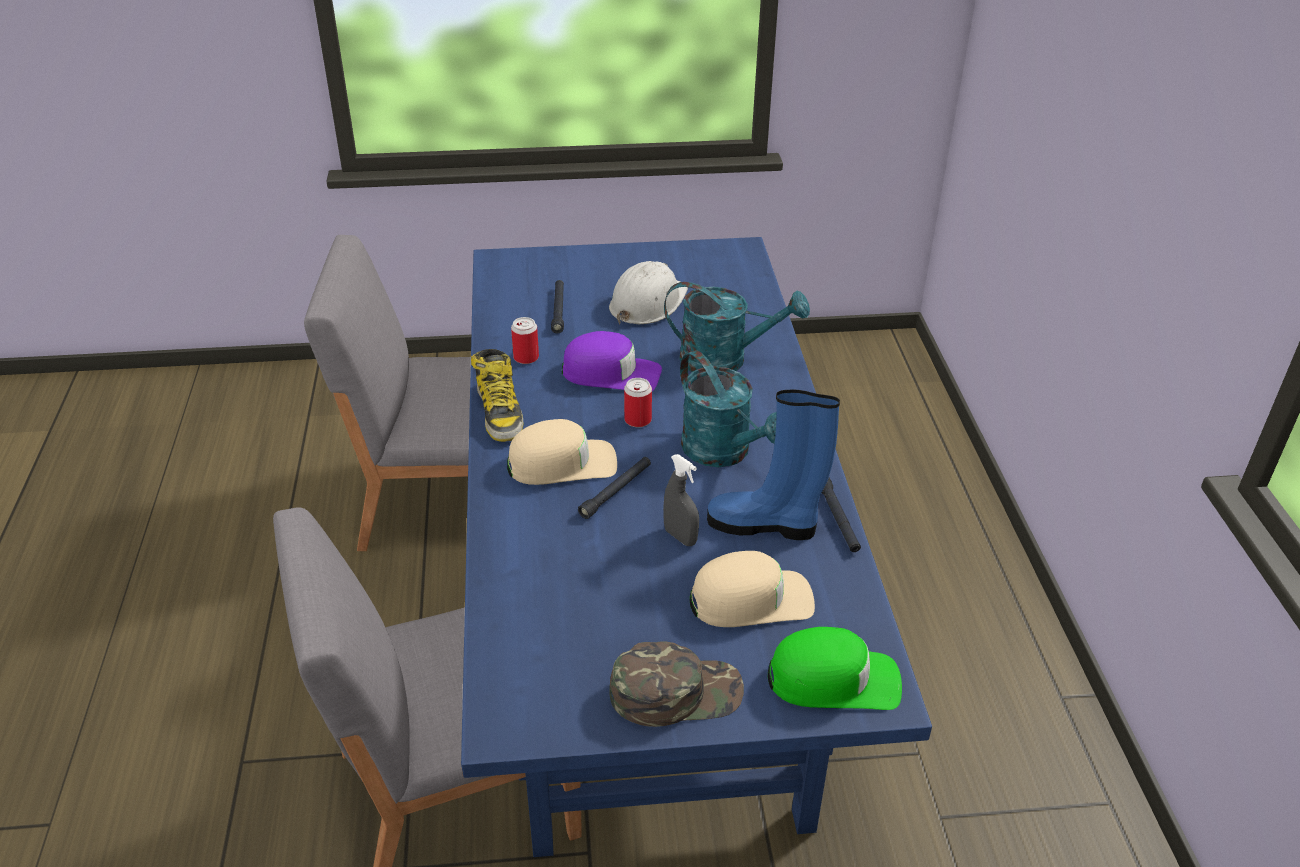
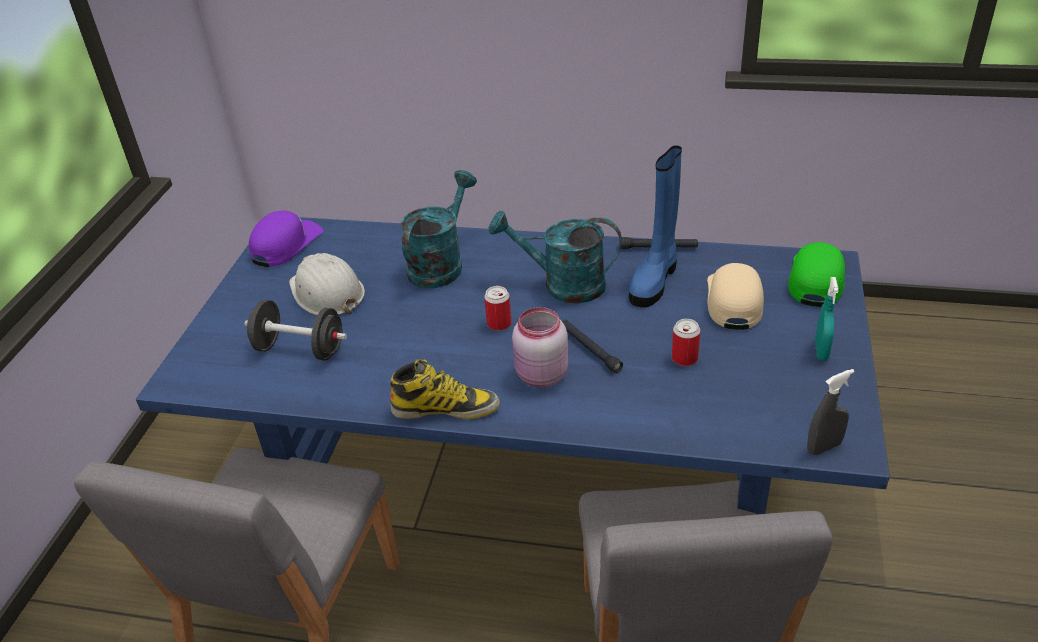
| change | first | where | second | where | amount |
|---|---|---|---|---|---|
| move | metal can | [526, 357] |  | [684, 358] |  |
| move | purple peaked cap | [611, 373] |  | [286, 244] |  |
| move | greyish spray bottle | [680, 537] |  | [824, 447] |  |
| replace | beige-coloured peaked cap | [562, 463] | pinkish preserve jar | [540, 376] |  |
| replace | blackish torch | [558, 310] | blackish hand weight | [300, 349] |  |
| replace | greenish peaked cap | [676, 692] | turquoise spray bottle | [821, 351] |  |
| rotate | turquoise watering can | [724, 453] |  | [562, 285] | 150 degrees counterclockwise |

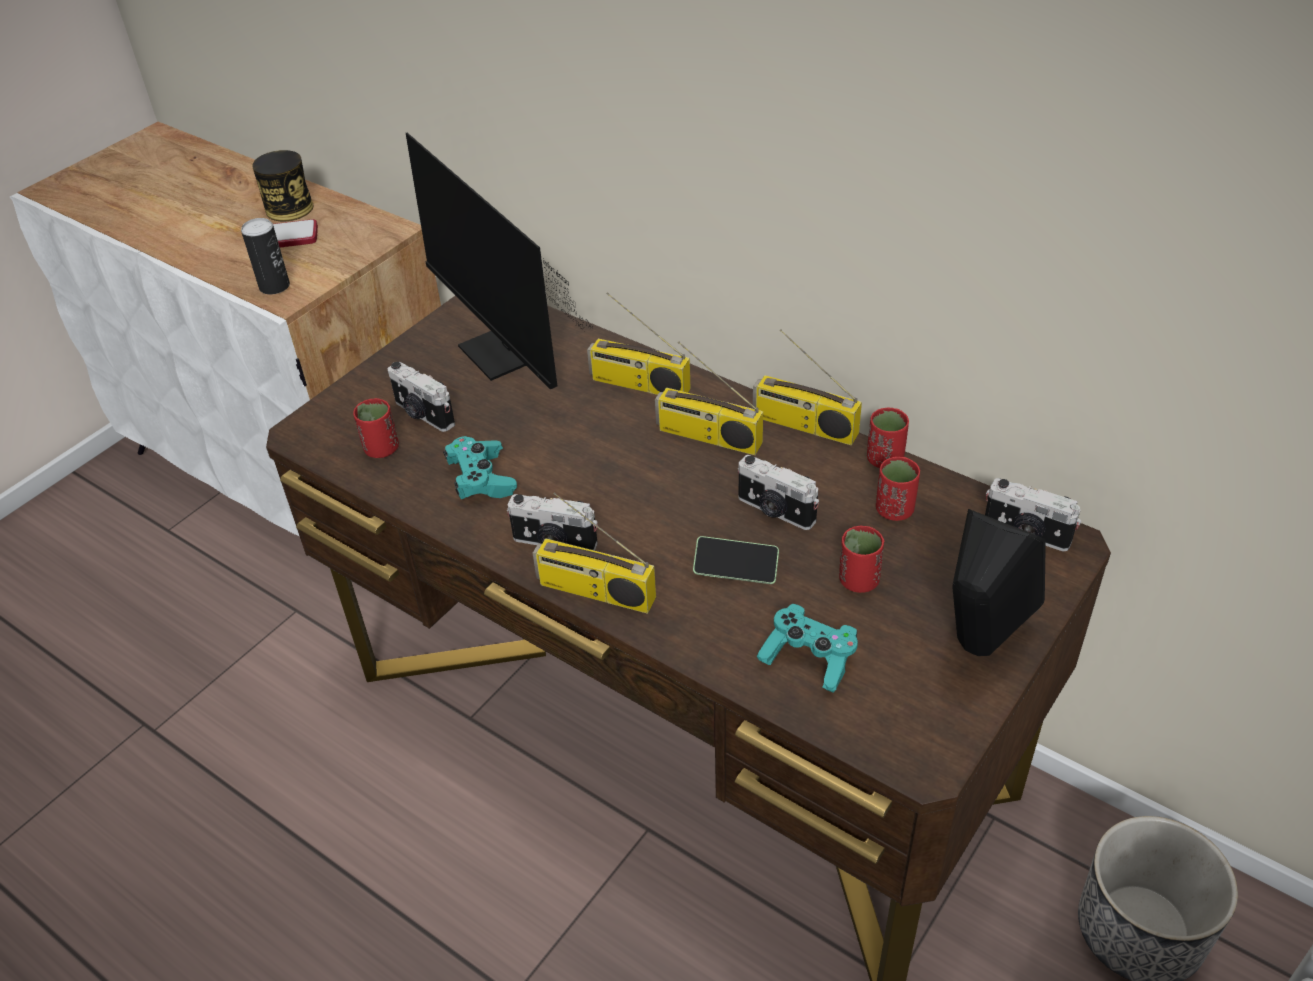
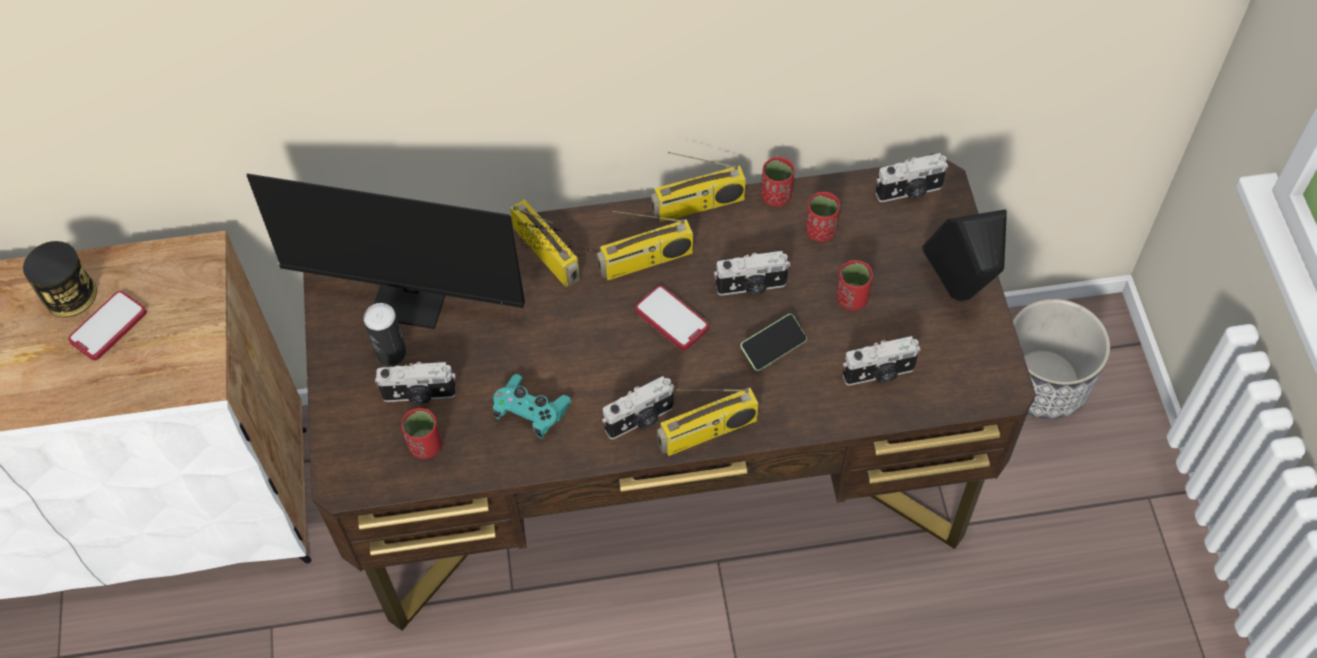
| change | first | where | second | where | amount |
|---|---|---|---|---|---|
| insert |  |  | handset | [671, 319] |  |
| move | metal can | [274, 286] |  | [391, 353] |  |
| replace | turquoise joypad | [809, 658] | still camera | [879, 374] |  |
| rotate | radio | [638, 385] |  | [548, 253] | 105 degrees counterclockwise |

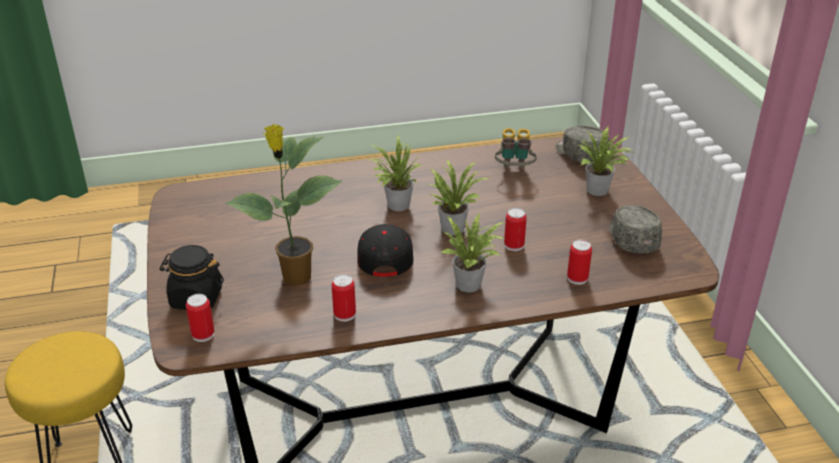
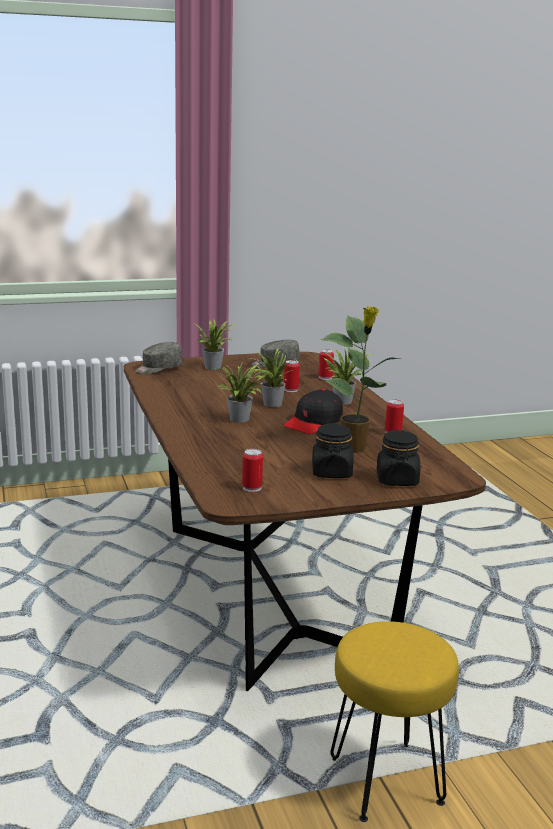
| change | first | where | second | where | amount |
|---|---|---|---|---|---|
| delete | binoculars | [514, 172] |  |  |  |
| insert |  |  | blackish preserve jar | [332, 472] |  |
| move | metal can | [203, 334] |  | [252, 488] |  |
| rotate | blackish peaked cap | [385, 255] |  | [314, 423] | 45 degrees counterclockwise |

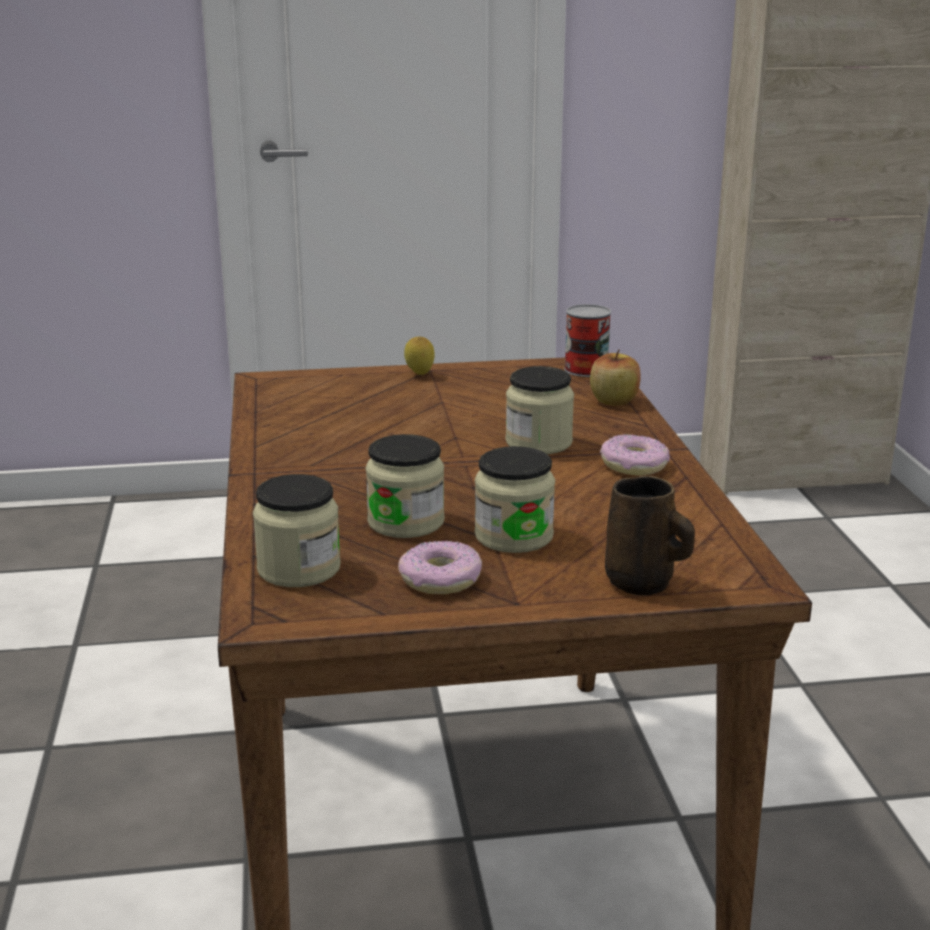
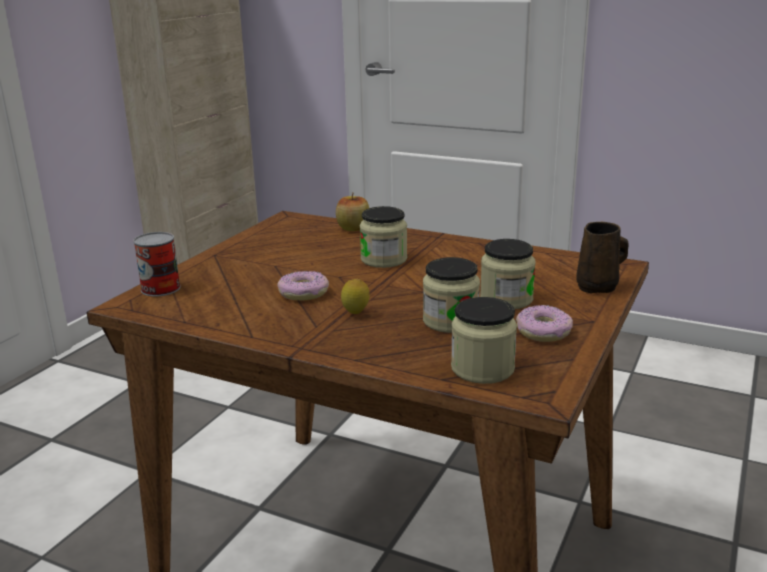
| change | first | where | second | where | amount |
|---|---|---|---|---|---|
| move | citrus fruit | [419, 375] |  | [356, 314] |  |
| move | metal can | [586, 369] |  | [160, 288] |  |
| move | donut | [634, 465] |  | [303, 293] |  |

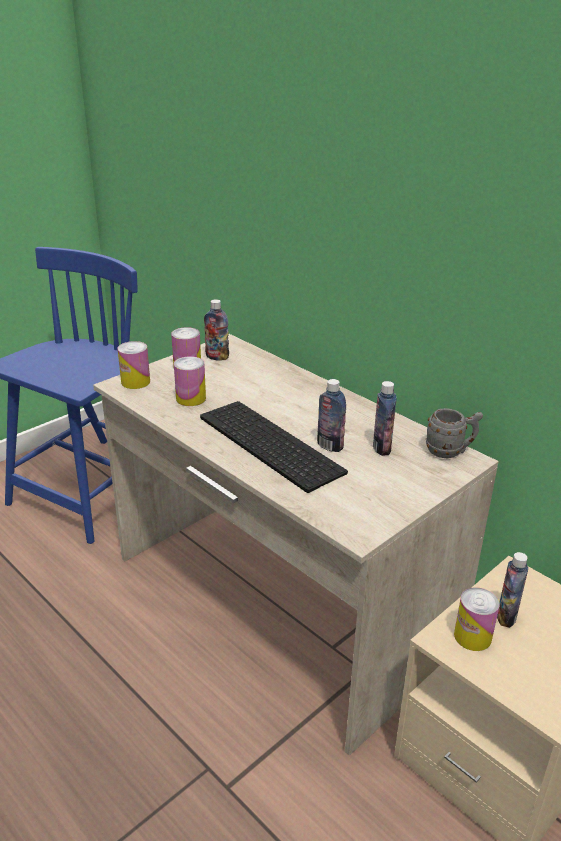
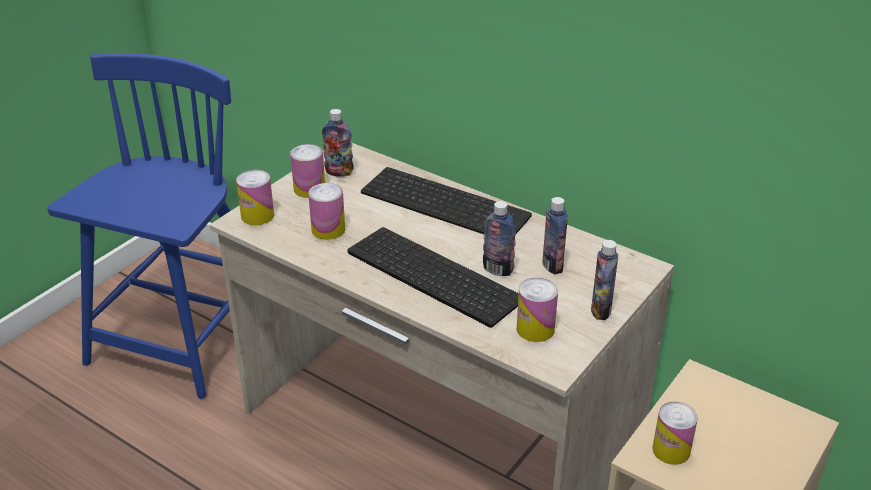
| change | first | where | second | where | amount |
|---|---|---|---|---|---|
| delete | greyish mug | [450, 451] |  |  |  |
| insert |  |  | PC keyboard | [448, 203] |  |
| insert |  |  | metal can | [535, 329] |  |
| move | bottle | [506, 617] |  | [601, 310] |  |

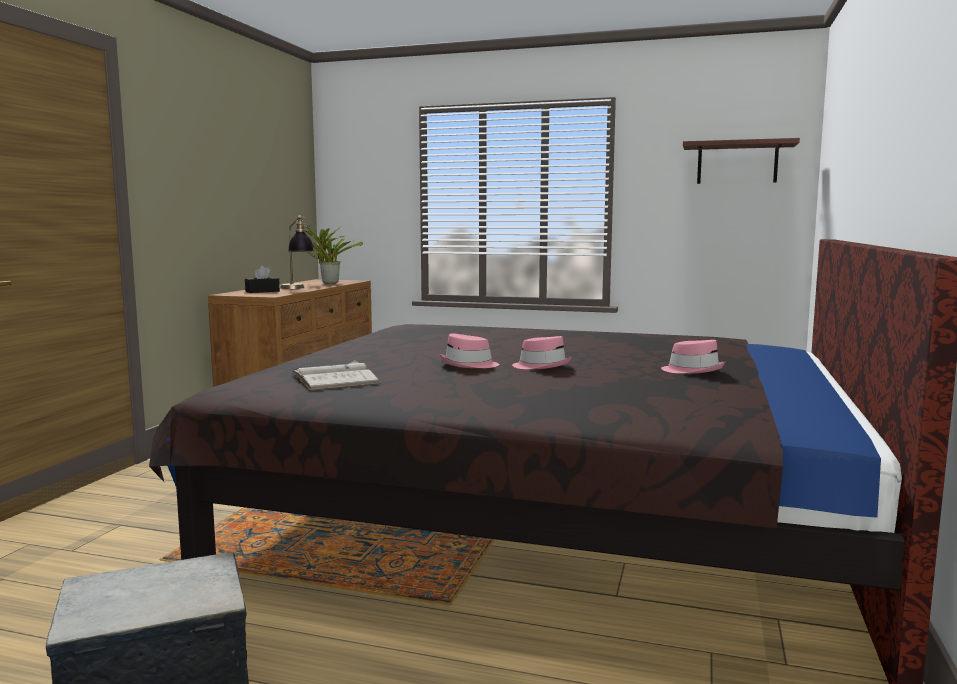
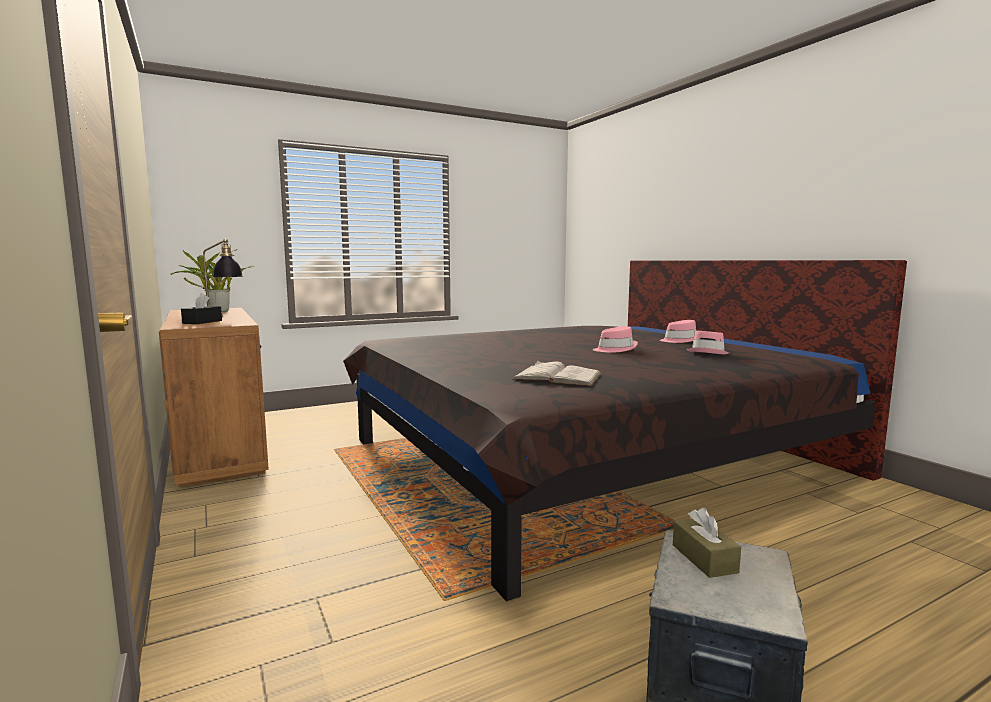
| change | first | where | second | where | amount |
|---|---|---|---|---|---|
| delete | bracket shelf | [737, 163] |  |  |  |
| insert |  |  | brown-coloured box of tissues | [704, 558] |  |
| move | pinkish hat | [469, 365] |  | [708, 353] |  |

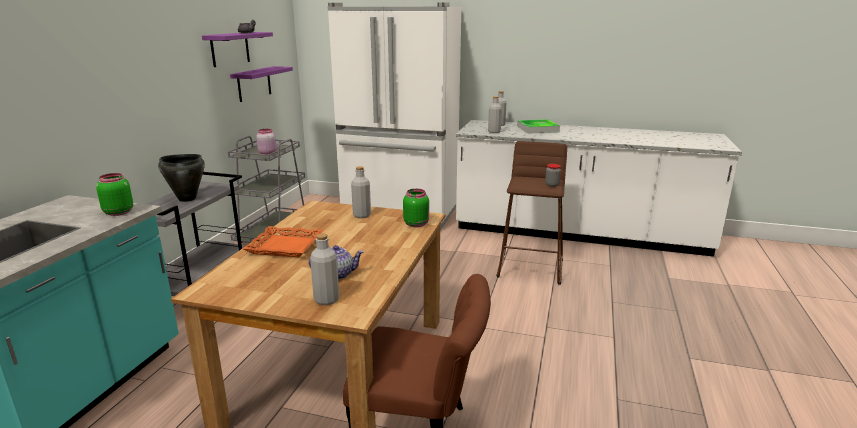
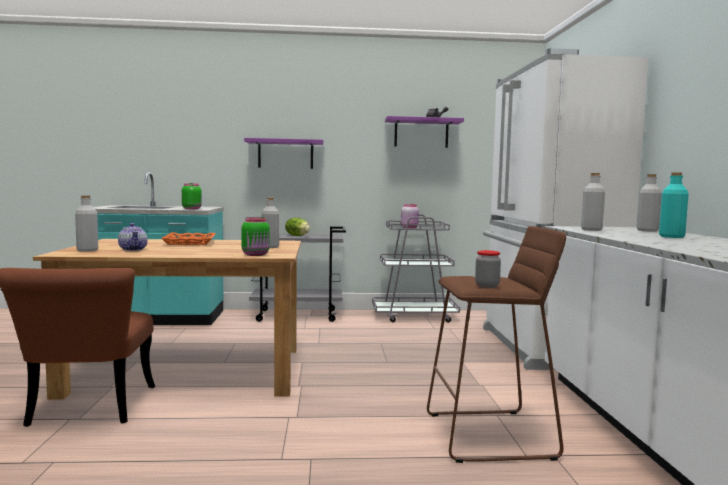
| change | first | where | second | where | amount |
|---|---|---|---|---|---|
| move | purple bracket shelf | [254, 84] |  | [285, 154] |  |
| replace | blackish saucepot | [187, 199] | lettuce | [297, 236] |  |
| replace | carrying tray | [538, 129] | turquoise bottle | [671, 237] |  |

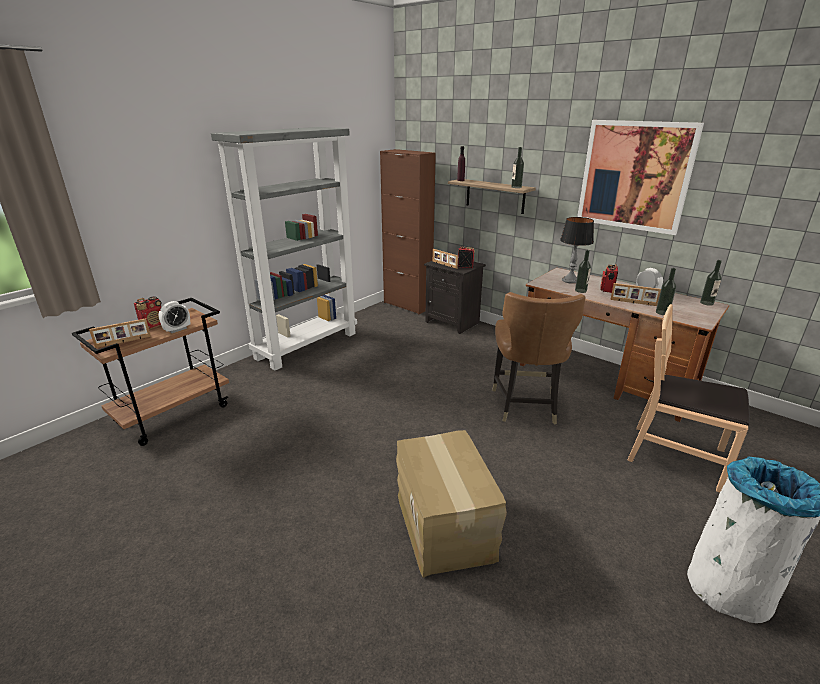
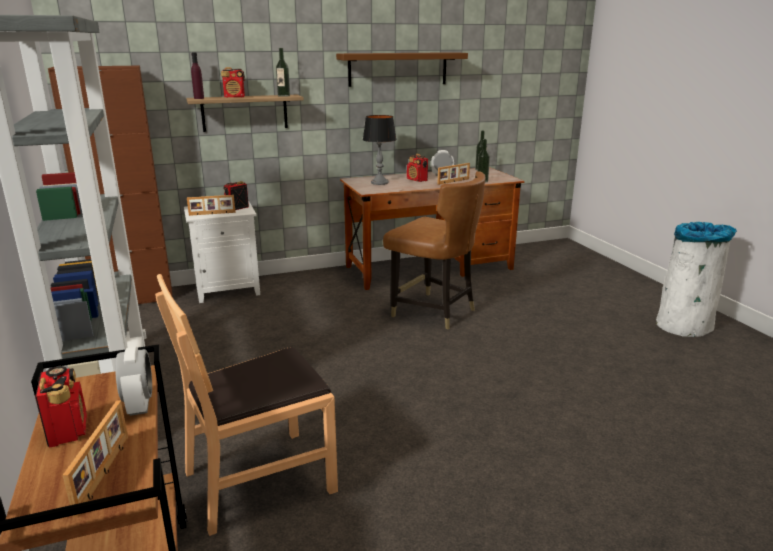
| change | first | where | second | where | amount |
|---|---|---|---|---|---|
| delete | packing box | [445, 525] |  |  |  |
| delete | bottle | [580, 290] |  |  |  |
| insert |  |  | radio | [234, 97] |  |
| move | brown-coloured upright chair | [677, 456] |  | [259, 479] |  |
| replace | wall art | [634, 176] | brown-coloured bracket shelf | [398, 69] |  |
| recolor | blackish night table | [453, 322] | white-coloured night table | [228, 289] |  |

